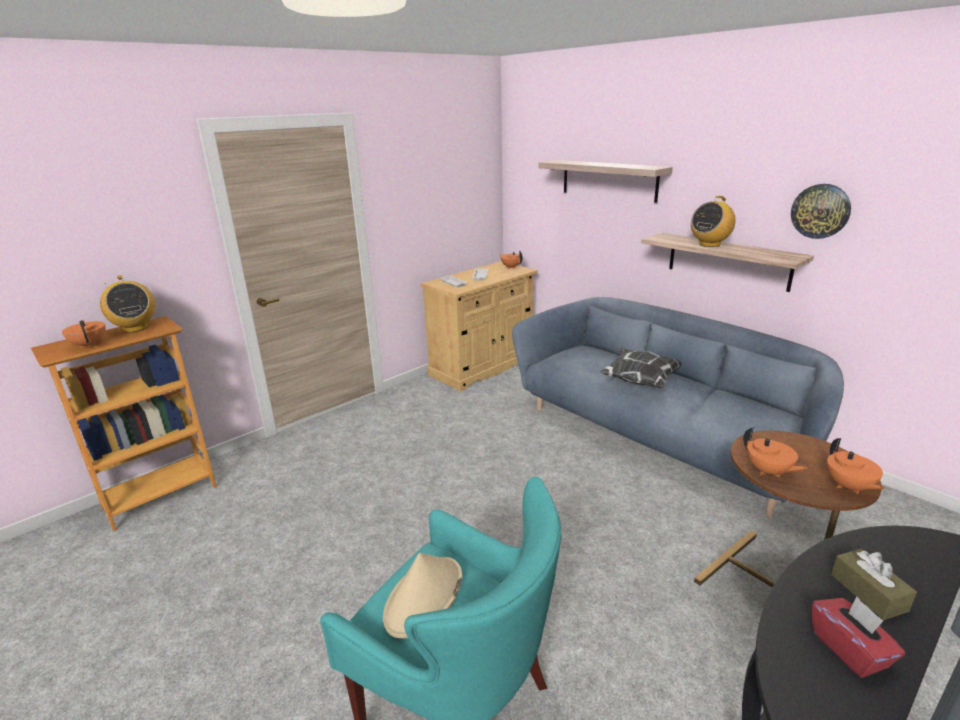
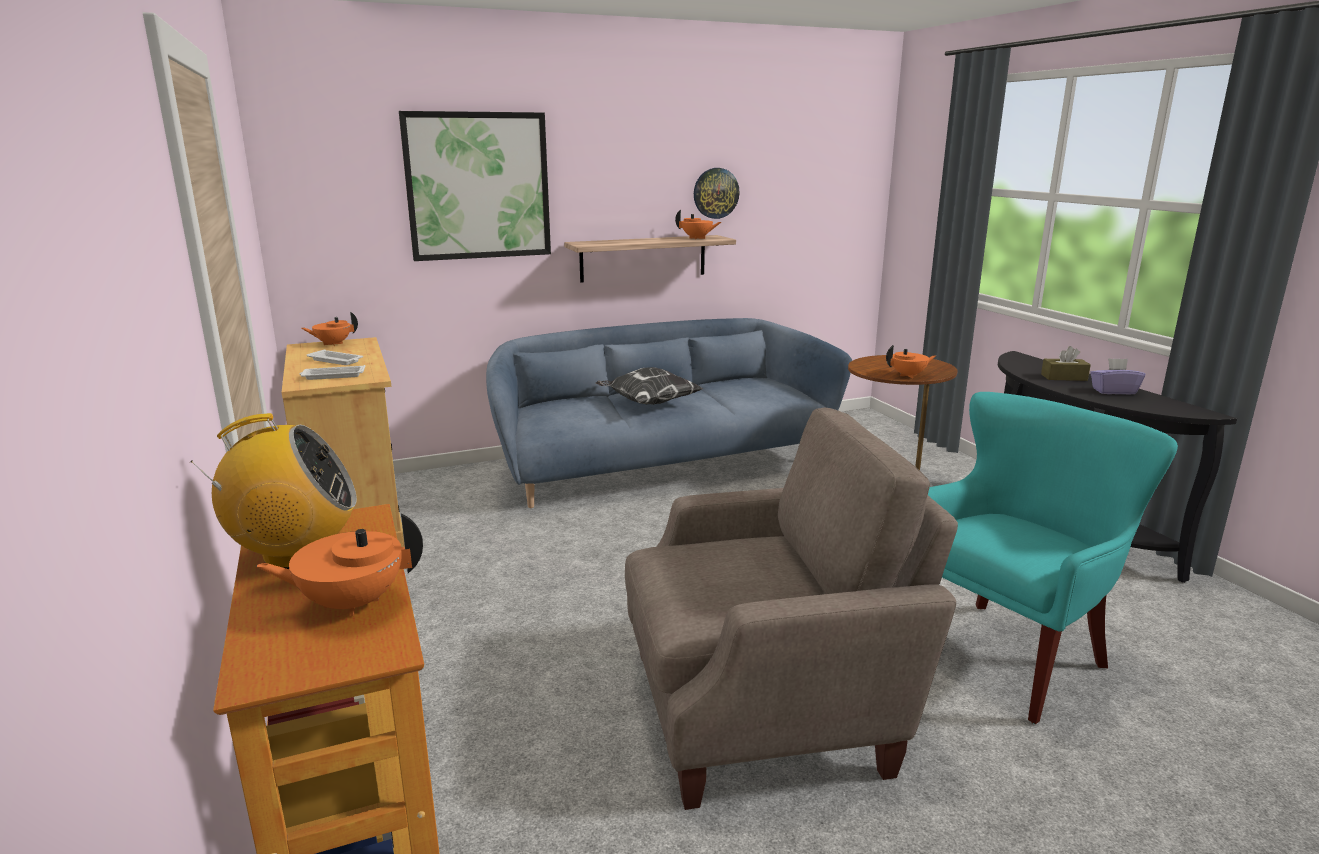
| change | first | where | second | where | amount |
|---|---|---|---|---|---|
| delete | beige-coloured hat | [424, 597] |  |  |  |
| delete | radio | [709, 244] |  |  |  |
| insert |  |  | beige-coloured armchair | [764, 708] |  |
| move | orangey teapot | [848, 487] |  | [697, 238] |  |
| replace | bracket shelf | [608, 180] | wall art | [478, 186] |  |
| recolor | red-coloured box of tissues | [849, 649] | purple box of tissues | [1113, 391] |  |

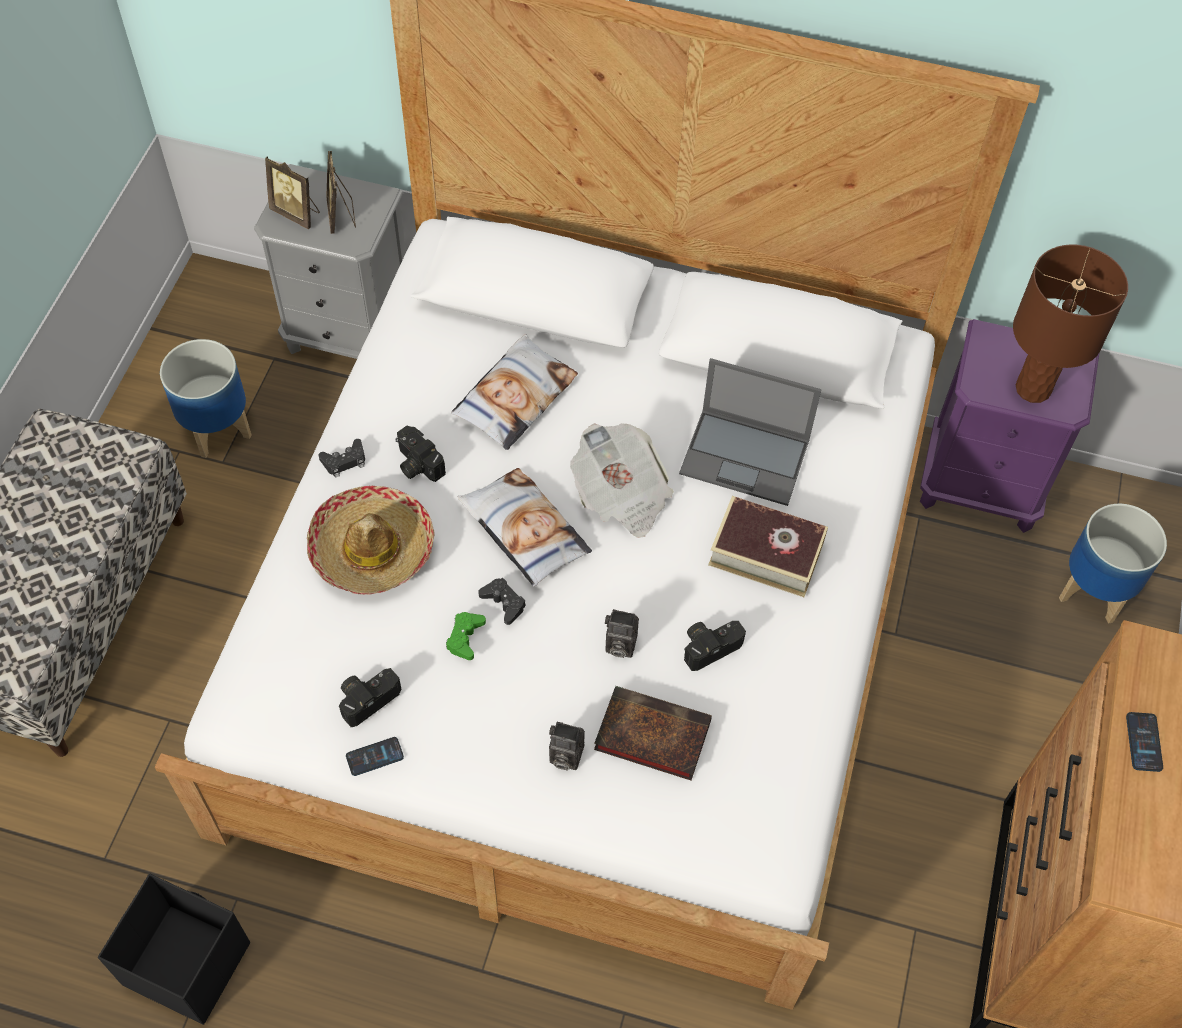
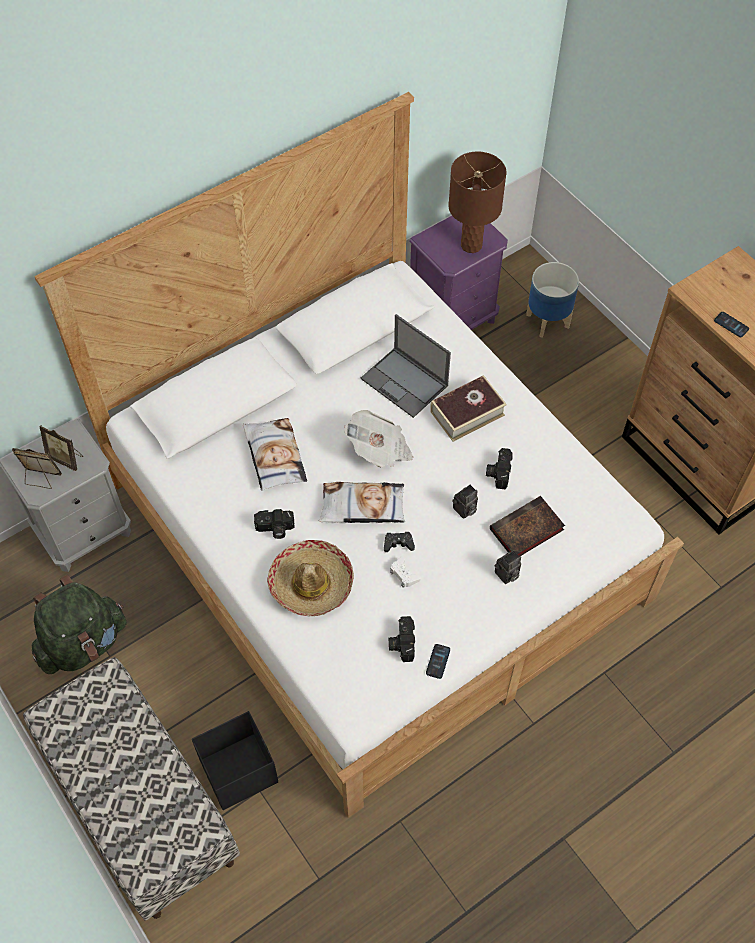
| change | first | where | second | where | amount |
|---|---|---|---|---|---|
| delete | blackish joypad | [344, 461] |  |  |  |
| move | blackish storage bin | [186, 962] |  | [237, 771] |  |
| replace | flower pot | [218, 428] | greenish rucksack | [83, 643] |  |
| recolor | greenish joypad | [465, 638] | white-coloured joypad | [404, 574] |  |
| rotate | standing frame | [297, 213] |  | [41, 479] | 150 degrees counterclockwise |
| rotate | notebook computer | [746, 457] |  | [405, 382] | 75 degrees clockwise |

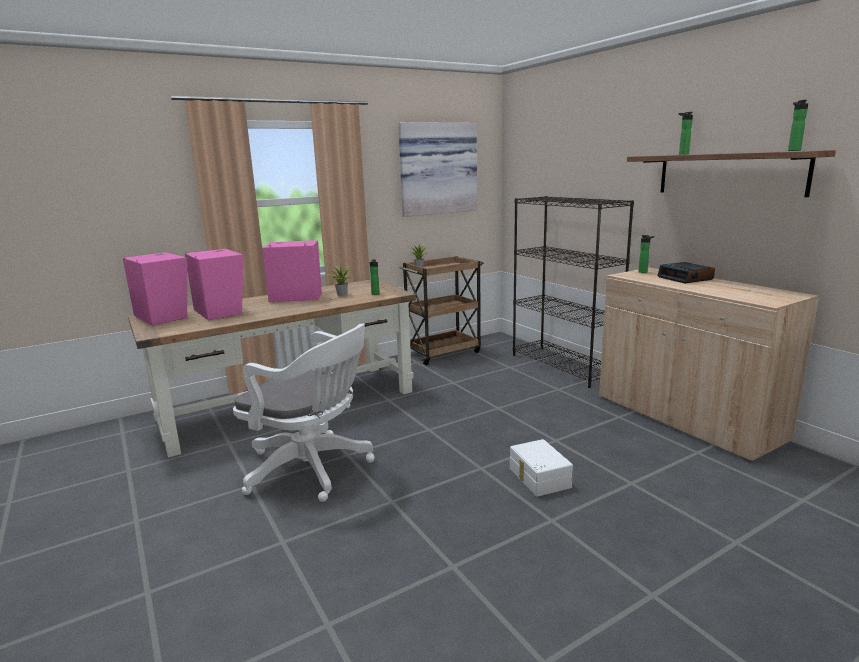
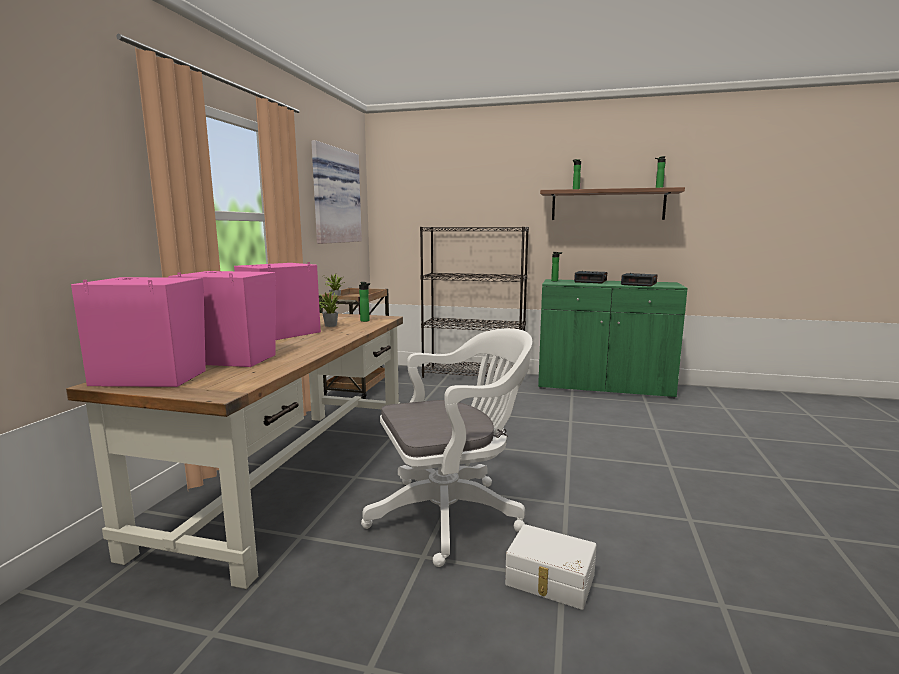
| change | first | where | second | where | amount |
|---|---|---|---|---|---|
| insert |  |  | bedside clock | [639, 284] |  |
| move | white-coloured storage bin | [538, 478] |  | [550, 580] |  |
| recolor | beige-coloured cupboard | [686, 418] | greenish cupboard | [604, 386] |  |

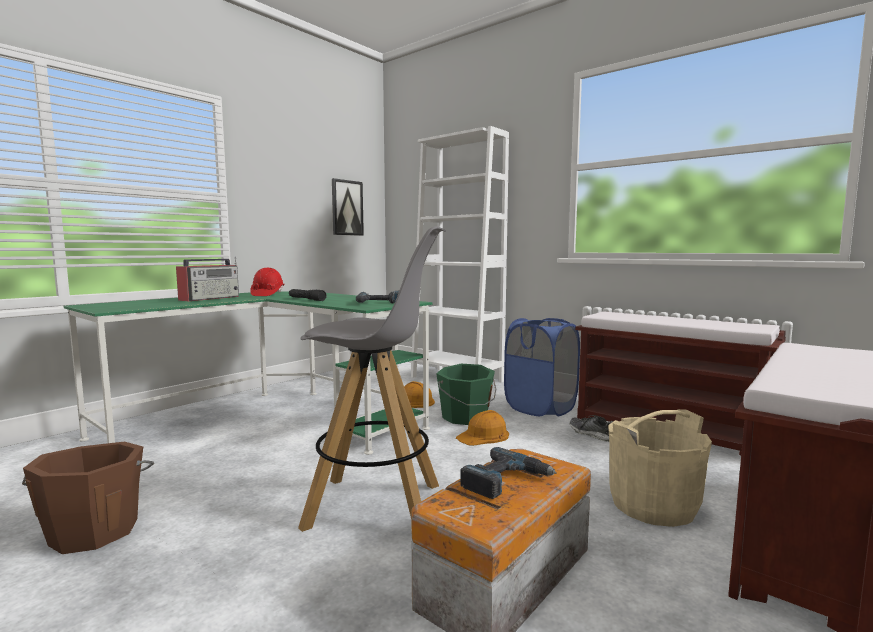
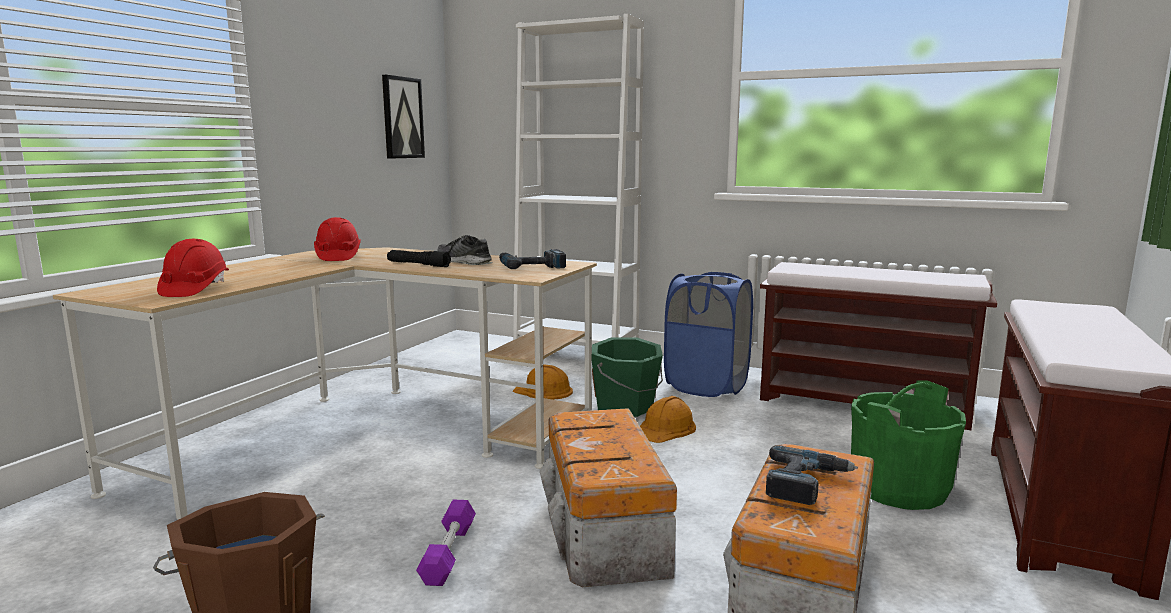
| change | first | where | second | where | amount |
|---|---|---|---|---|---|
| delete | radio | [210, 298] |  |  |  |
| insert |  |  | red-coloured hard hat | [194, 290] |  |
| insert |  |  | purple hand weight | [448, 553] |  |
| move | item of footwear | [592, 434] |  | [464, 262] |  |
| replace | greyish stool | [376, 506] | storage bin | [604, 531] |  |
| recolor | greenish desk table | [269, 420] | beige-coloured desk table | [366, 437] |  |
| recolor | beige-coloured water bucket | [653, 505] | greenish water bucket | [899, 489] |  |

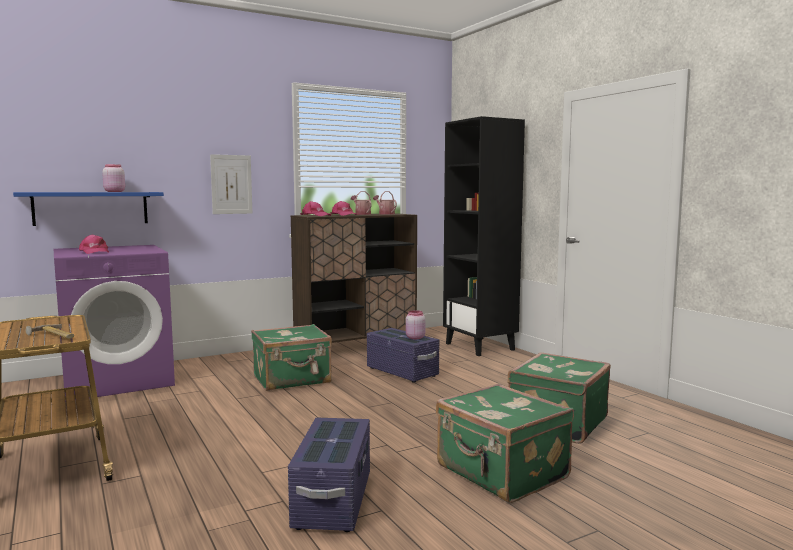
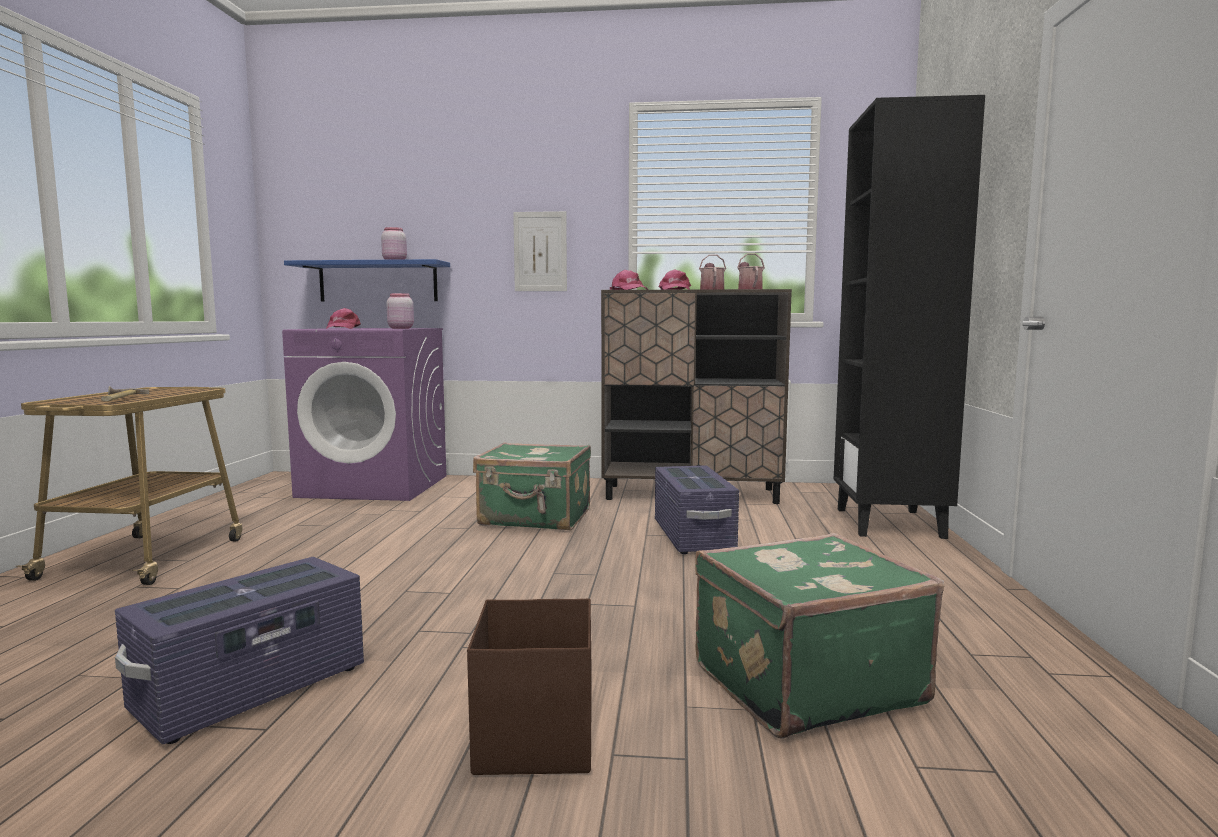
| change | first | where | second | where | amount |
|---|---|---|---|---|---|
| move | pinkish preserve jar | [414, 337] |  | [400, 328] |  |
| replace | greenish travel case | [501, 473] | brown-coloured storage bin | [534, 740] |  |

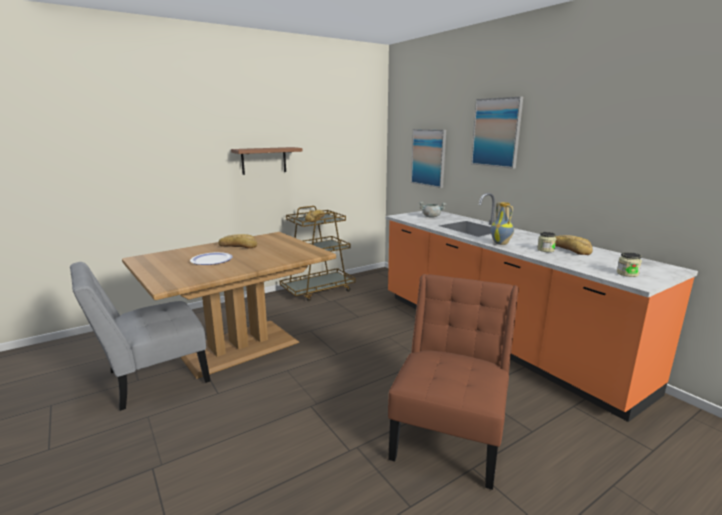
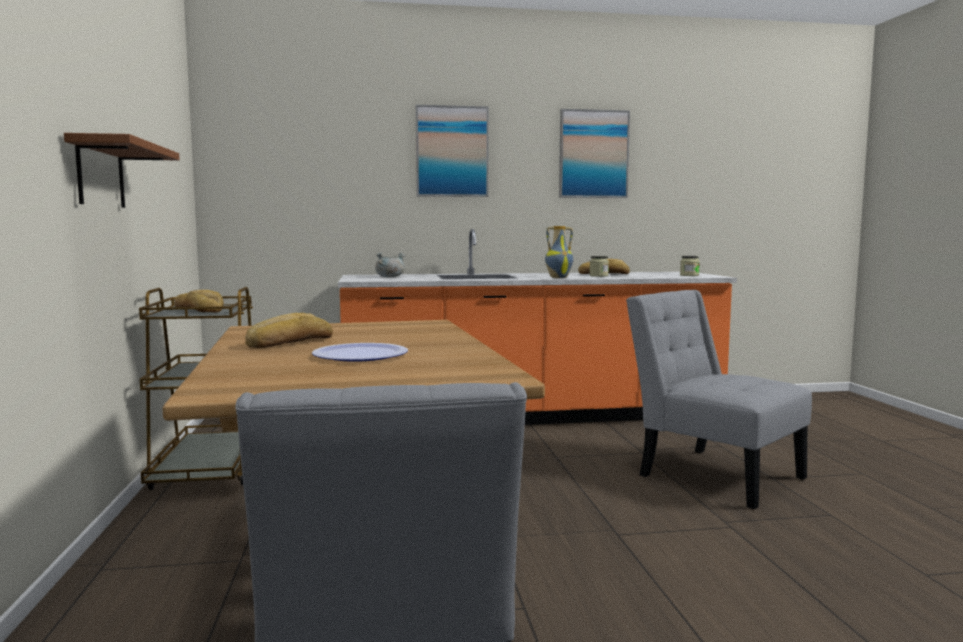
| change | first | where | second | where | amount |
|---|---|---|---|---|---|
| move | wall art | [428, 157] |  | [593, 154] |  |
| recolor | brown-coloured upright chair | [450, 433] | greyish upright chair | [713, 474] |  |

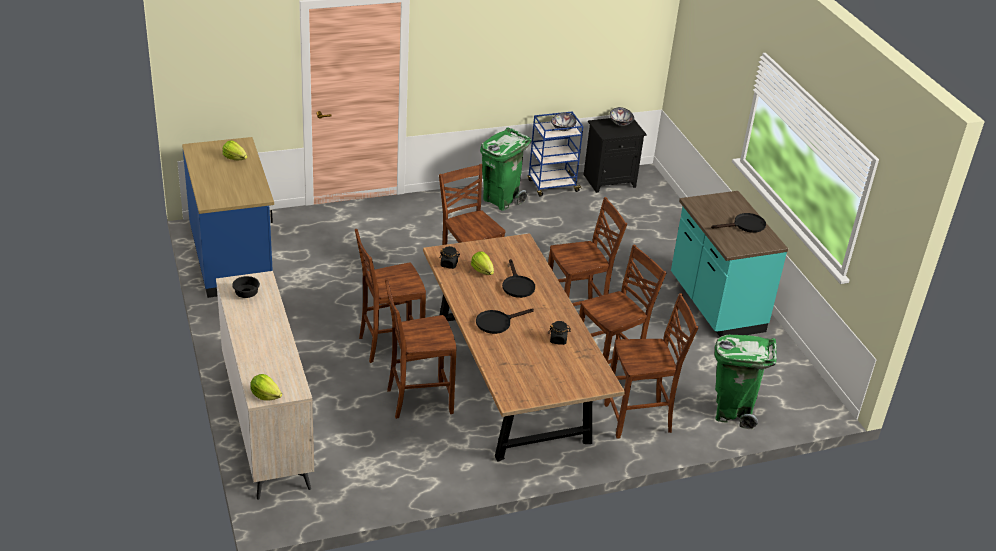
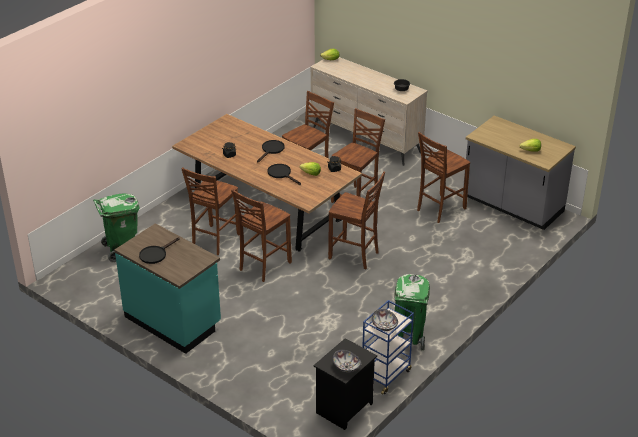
| change | first | where | second | where | amount |
|---|---|---|---|---|---|
| move | brown-coloured upright chair | [639, 420] |  | [439, 209] |  |
| recolor | blue kitchen counter | [232, 258] | greyish kitchen counter | [512, 206] |  |

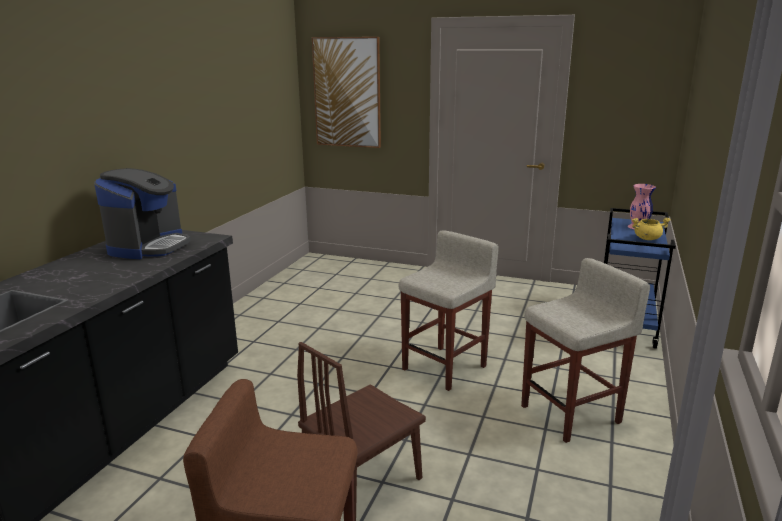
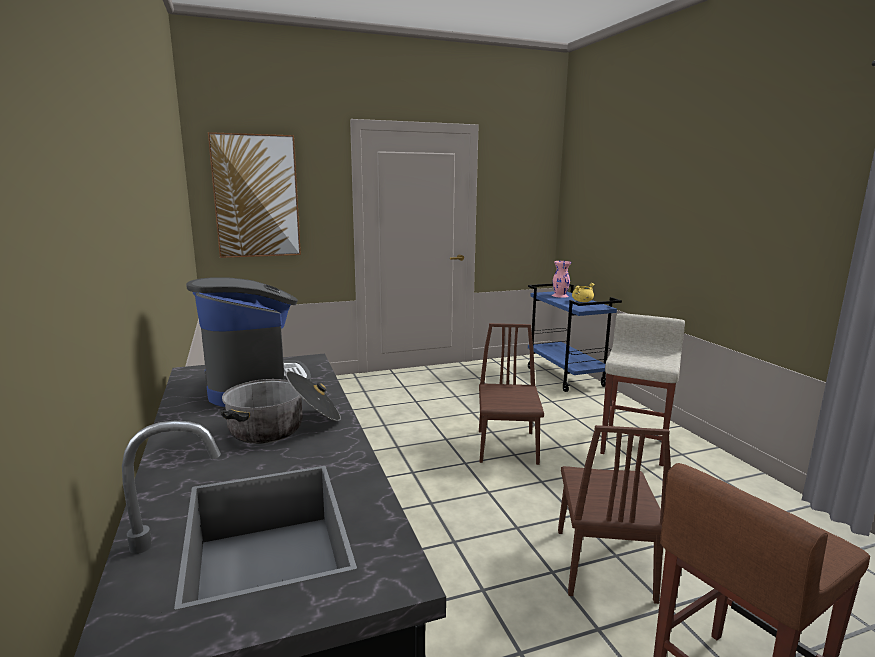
| change | first | where | second | where | amount |
|---|---|---|---|---|---|
| insert |  |  | saucepot | [284, 426] |  |
| replace | beige-coloured stool | [445, 367] | brown-coloured upright chair | [507, 446] |  |

